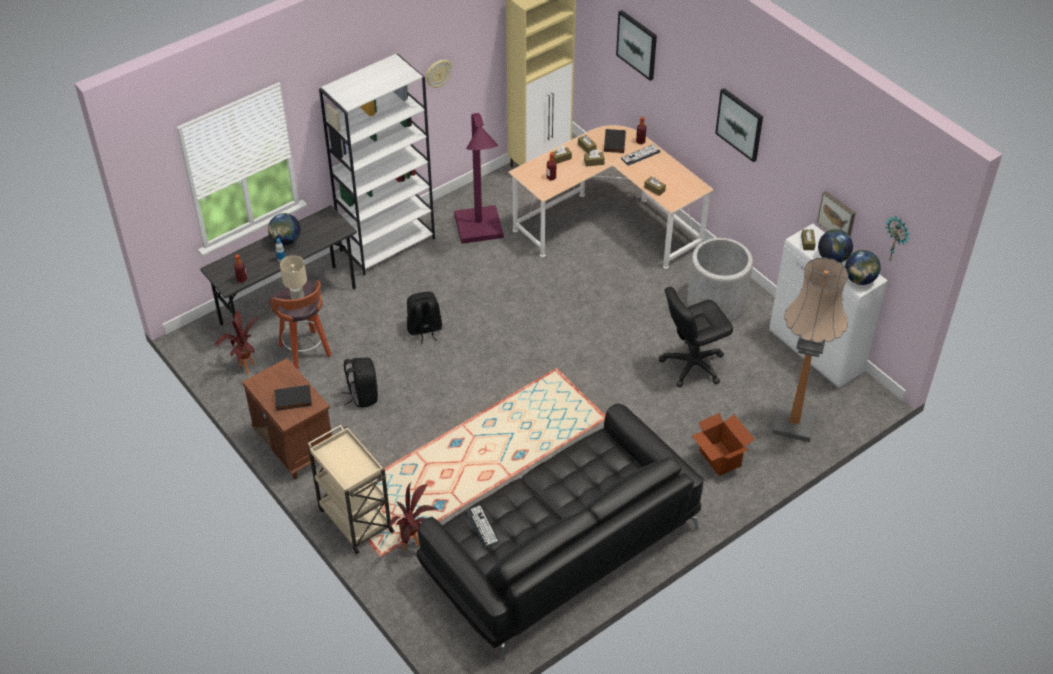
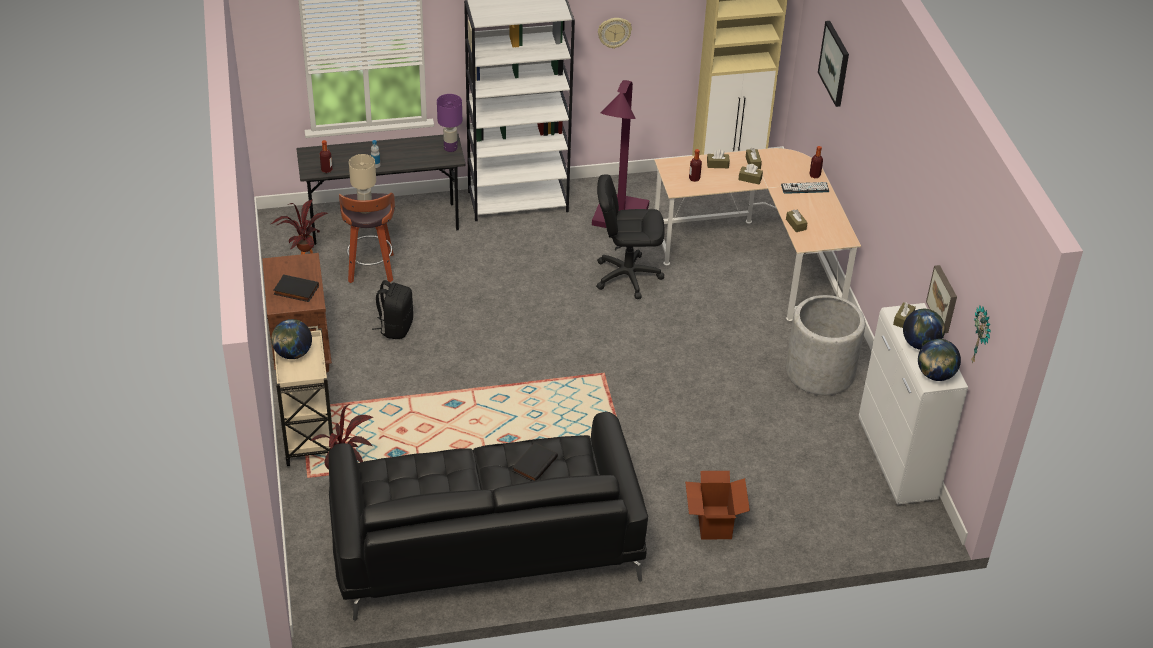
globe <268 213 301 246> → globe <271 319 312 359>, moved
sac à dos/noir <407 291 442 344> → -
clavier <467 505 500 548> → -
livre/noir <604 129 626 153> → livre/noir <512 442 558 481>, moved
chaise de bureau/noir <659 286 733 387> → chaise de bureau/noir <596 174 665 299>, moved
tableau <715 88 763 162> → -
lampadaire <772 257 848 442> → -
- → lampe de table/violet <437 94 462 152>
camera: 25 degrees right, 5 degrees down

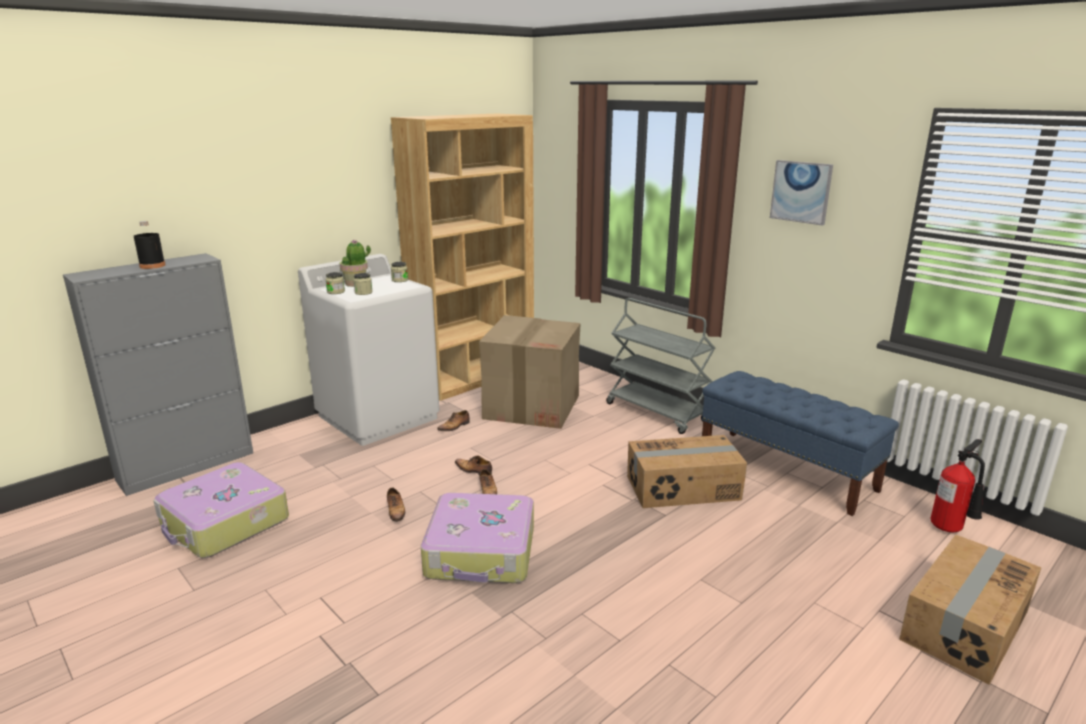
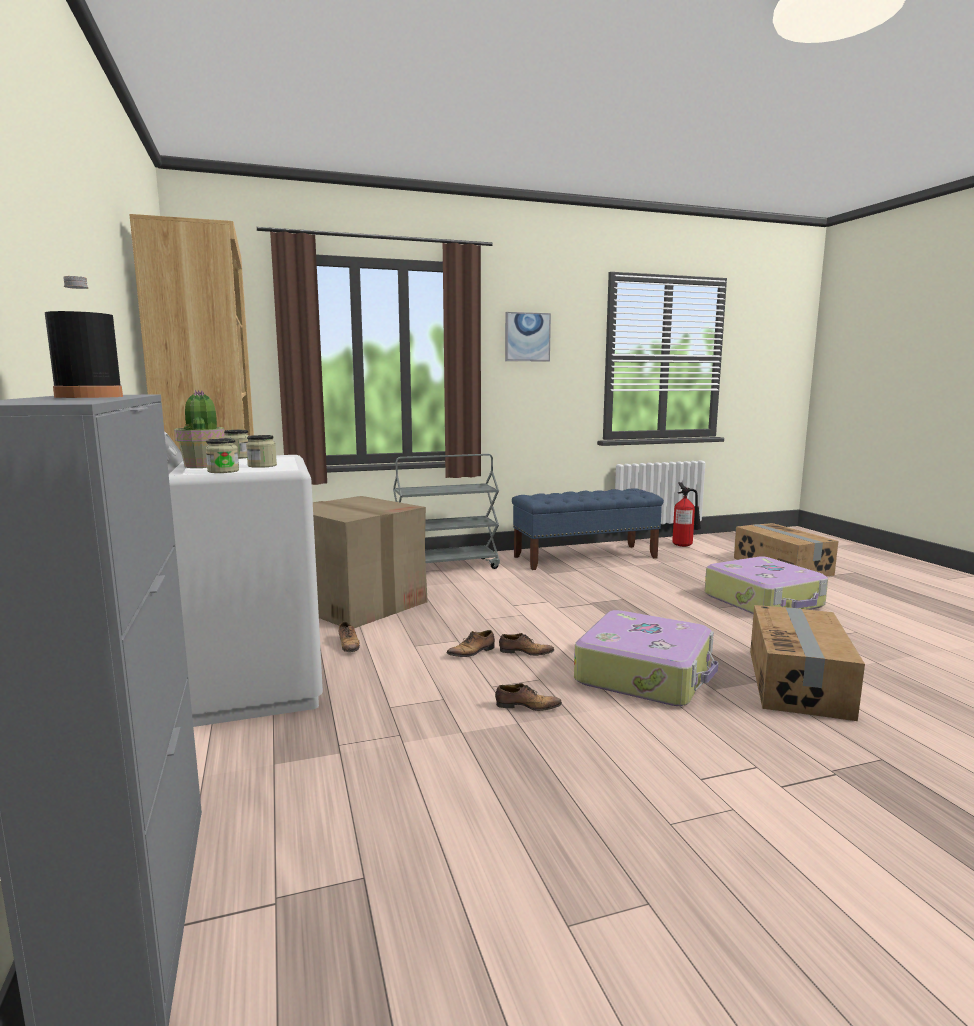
valise <153 462 289 558> → valise <705 556 828 614>, moved
carton <627 435 747 508> → carton <750 605 865 721>, moved
camera: 65 degrees left, 10 degrees down

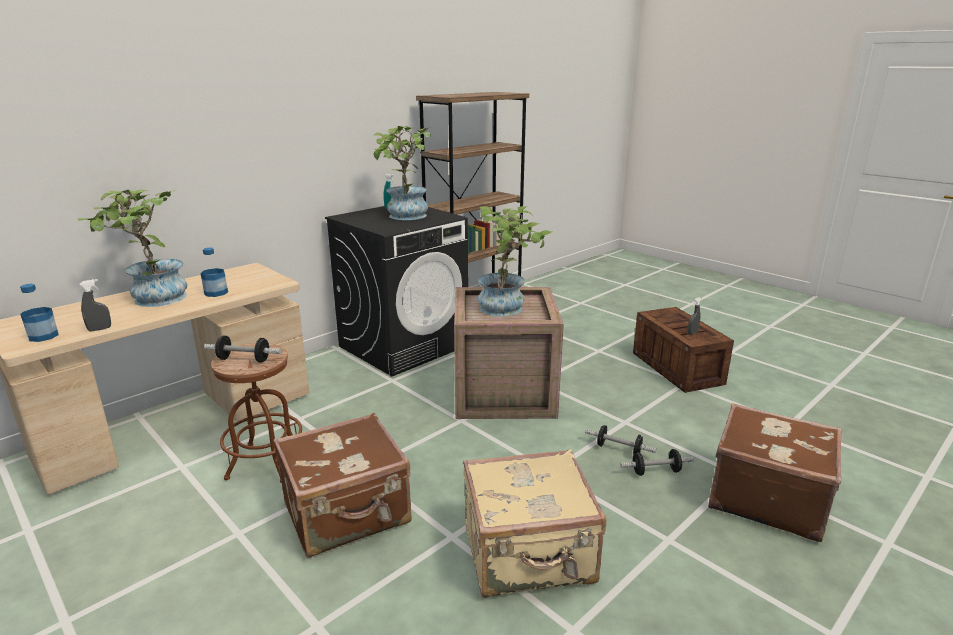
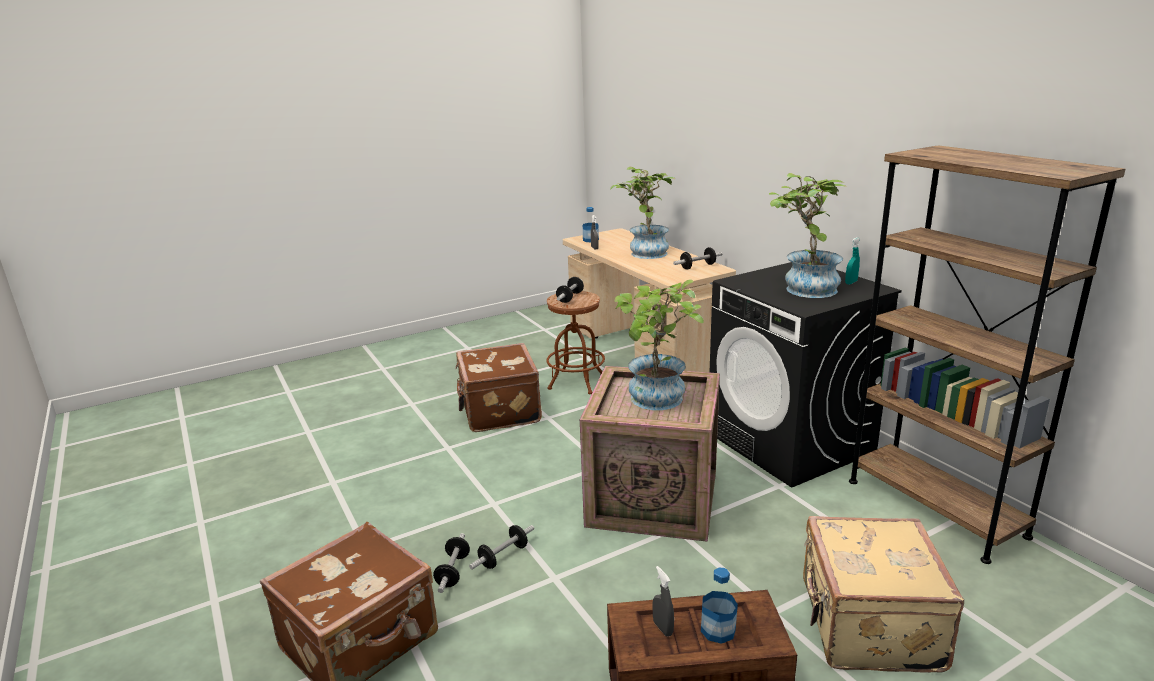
bouteille <200 247 228 297> → bouteille <701 568 738 644>, moved
valise/beige <463 449 606 598> → valise/beige <803 516 964 673>, moved
- → haltère <673 247 722 270>
camera: 105 degrees right, 0 degrees up

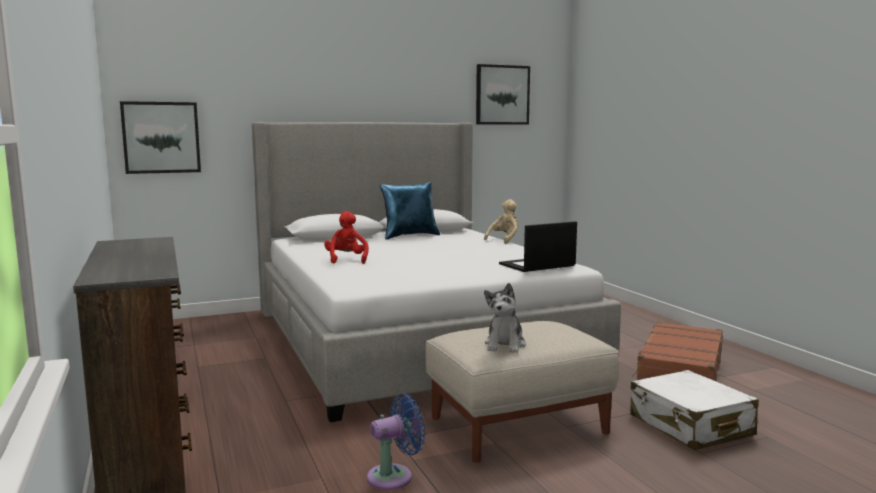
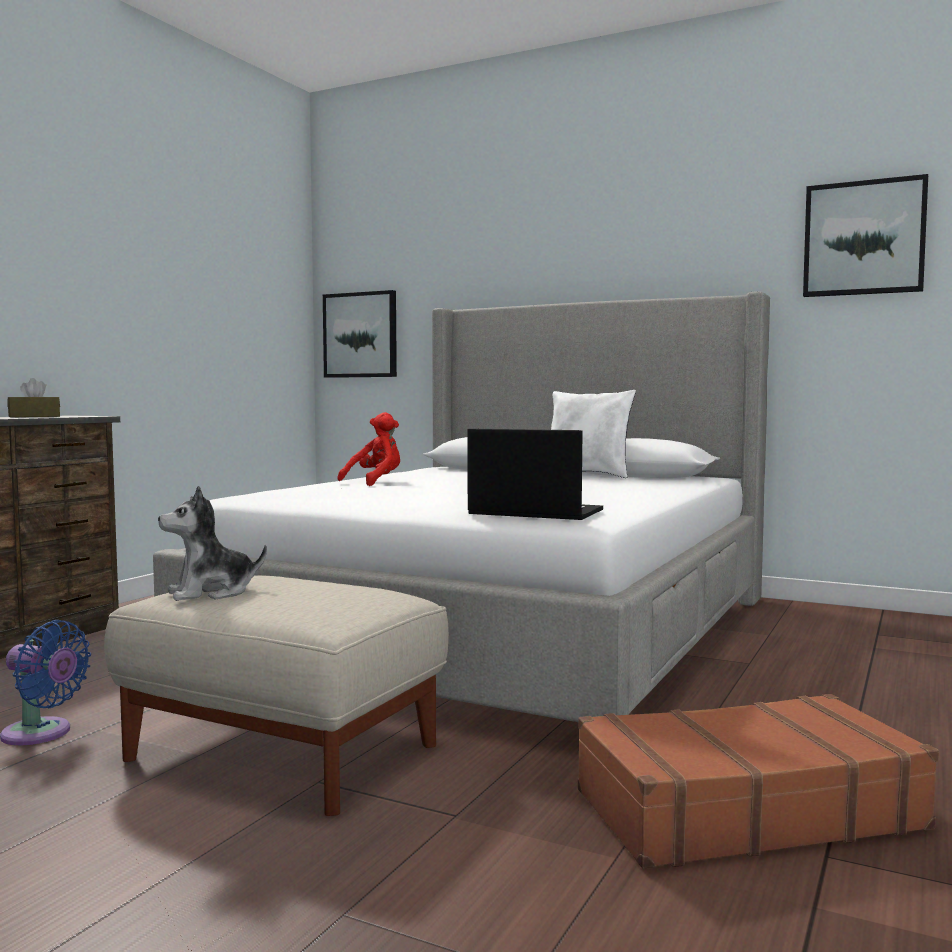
coussin/bleu <380 182 440 239> → coussin/blanc <551 390 636 478>
peluche/beige <484 199 518 244> → -
valise/blanc <630 370 759 450> → -
- → boîte à mouchoirs/marron <7 378 60 417>
camera: 50 degrees right, 5 degrees down

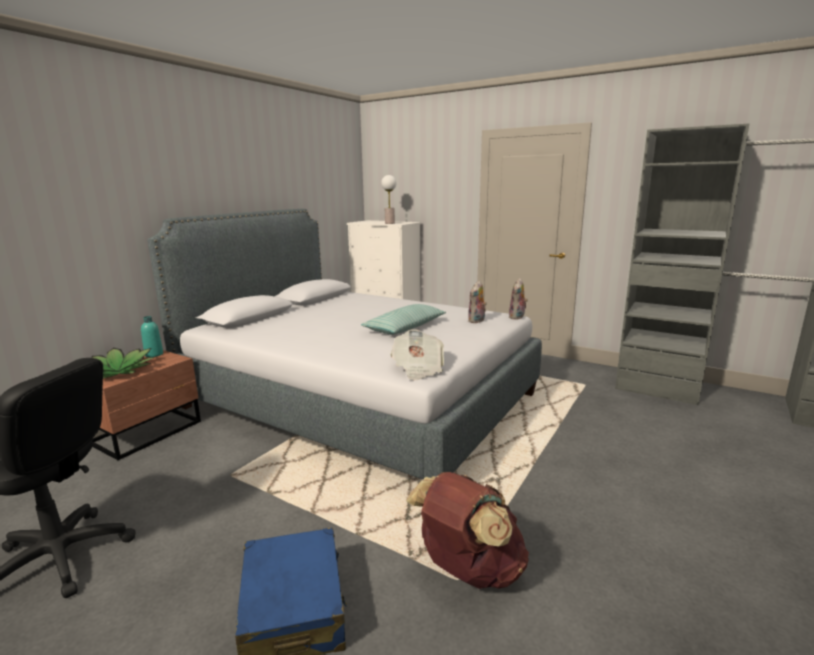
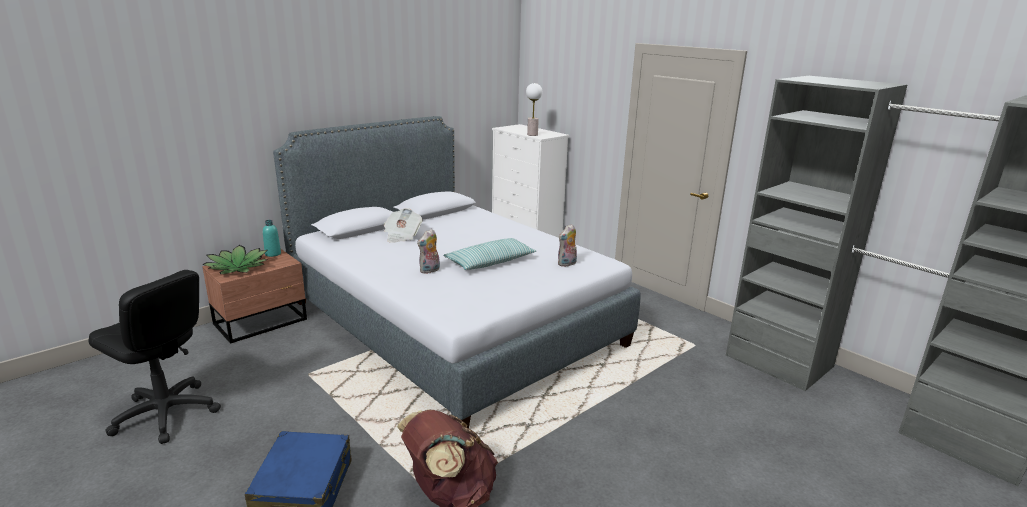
journal <390 329 444 380> → journal <384 208 423 243>, moved
peluche <509 278 528 320> → peluche <417 229 440 274>, moved
camera: 15 degrees right, 5 degrees up

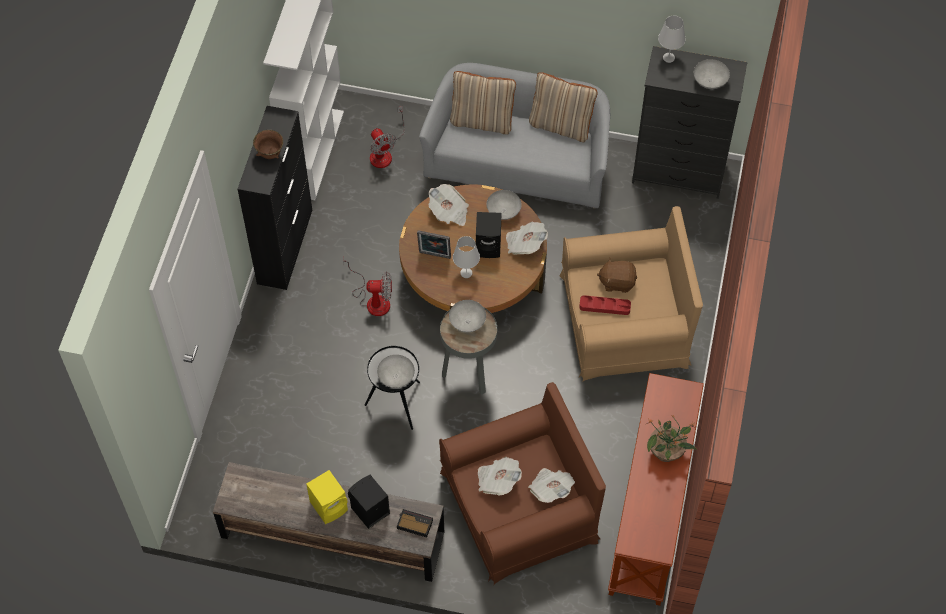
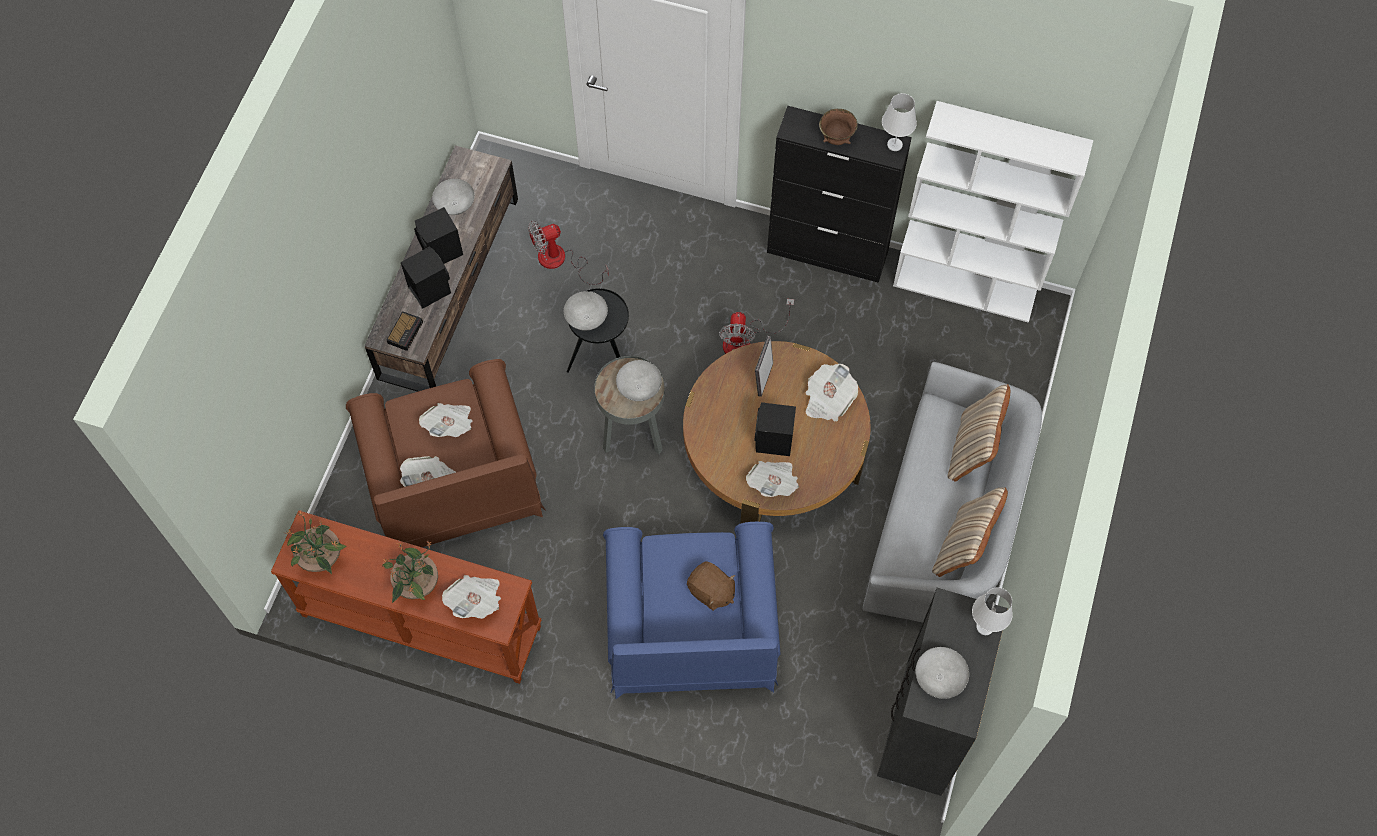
enceinte/jaune <306 470 348 524> → enceinte/noir <414 207 463 264>
ventilateur <370 106 404 168> → ventilateur <528 221 609 285>, moved
lampe de table/blanc <453 236 480 278> → lampe de table/blanc <882 93 917 151>, moved
bol/gris <486 190 522 220> → bol/gris <432 179 475 215>, moved
fauteuil/marron <559 206 703 381> → fauteuil/bleu <603 522 780 699>
plateau/rouge <579 295 631 315> → -
peluche/marron <597 257 637 293> → peluche/marron <687 562 735 611>, 120 degrees clockwise
- → plante en pot <286 511 346 574>
- → journal <442 575 501 619>
camera: 95 degrees right, 5 degrees up

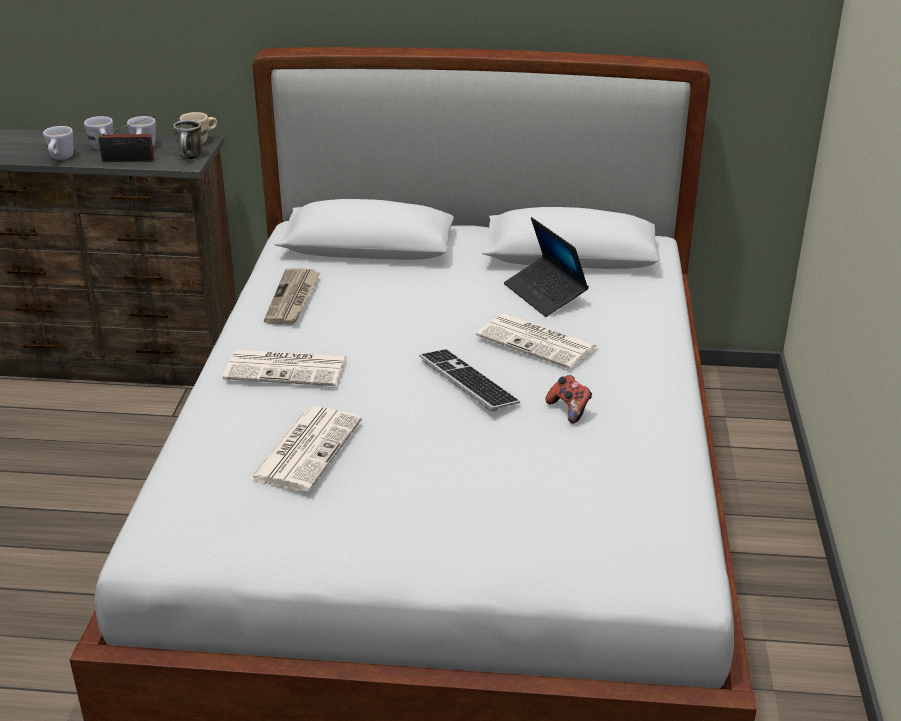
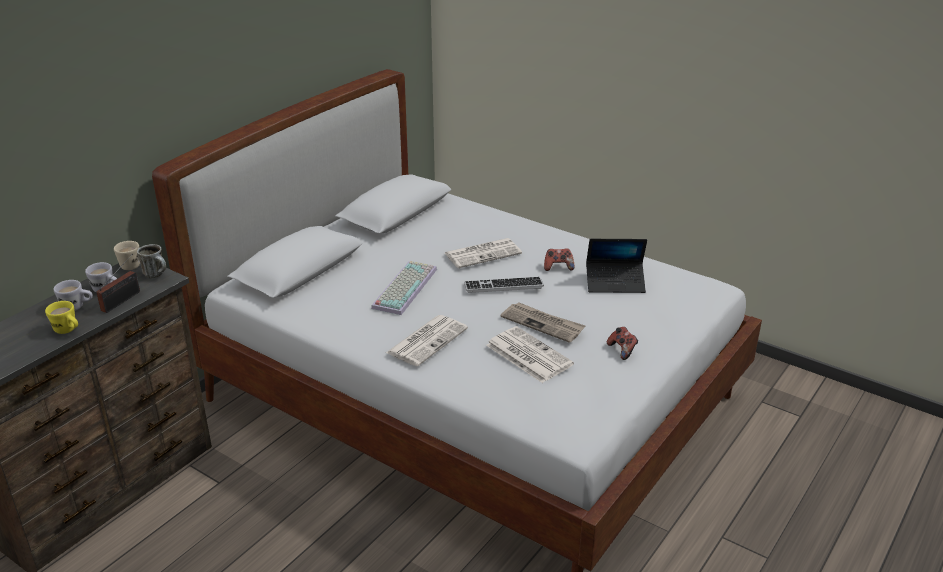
mug/blanc <43 126 73 160> → mug/jaune <45 301 78 334>
journal <264 268 320 325> → journal <500 303 586 343>, moved
ordinateur portable <504 217 589 317> → ordinateur portable <586 239 647 293>, moved
- → clavier <371 261 437 315>
- → manette <607 327 638 360>
camera: 60 degrees left, 0 degrees up

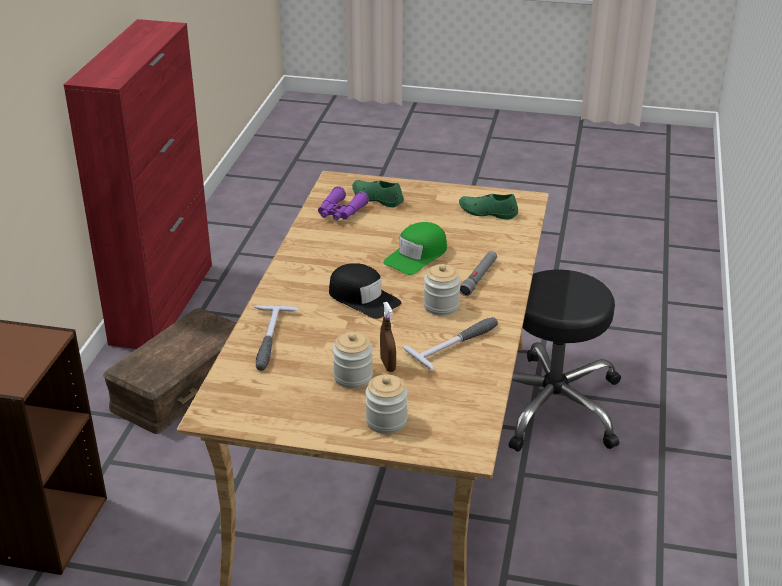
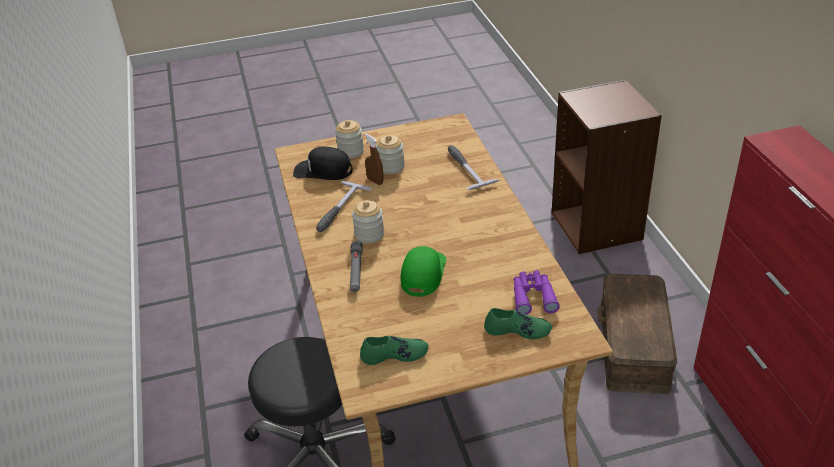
casquette/noir <329 263 401 319> → casquette/noir <293 147 353 180>, moved
camera: 155 degrees right, 5 degrees up

